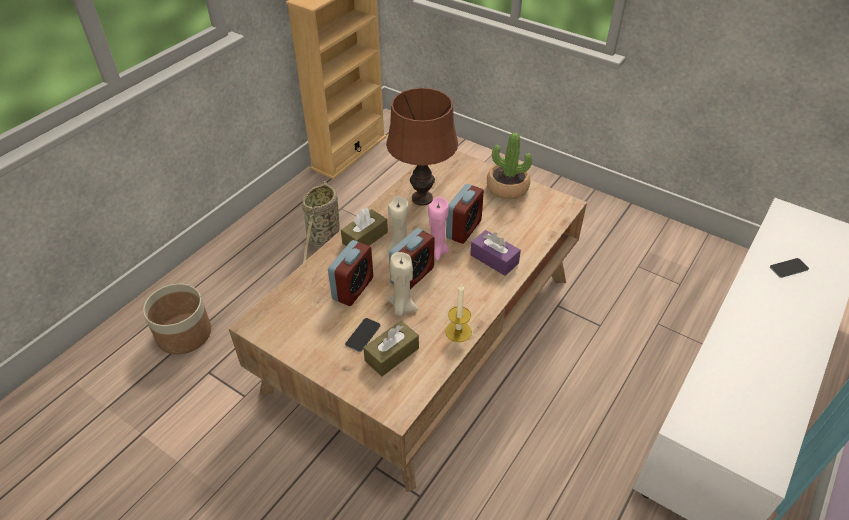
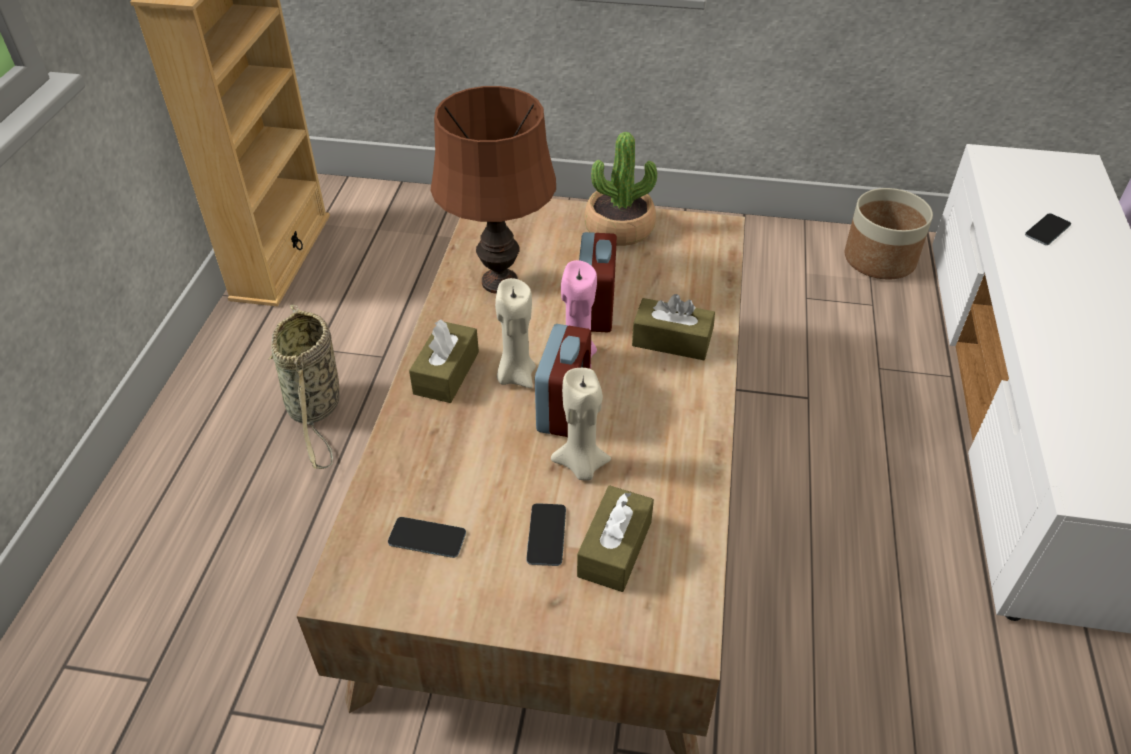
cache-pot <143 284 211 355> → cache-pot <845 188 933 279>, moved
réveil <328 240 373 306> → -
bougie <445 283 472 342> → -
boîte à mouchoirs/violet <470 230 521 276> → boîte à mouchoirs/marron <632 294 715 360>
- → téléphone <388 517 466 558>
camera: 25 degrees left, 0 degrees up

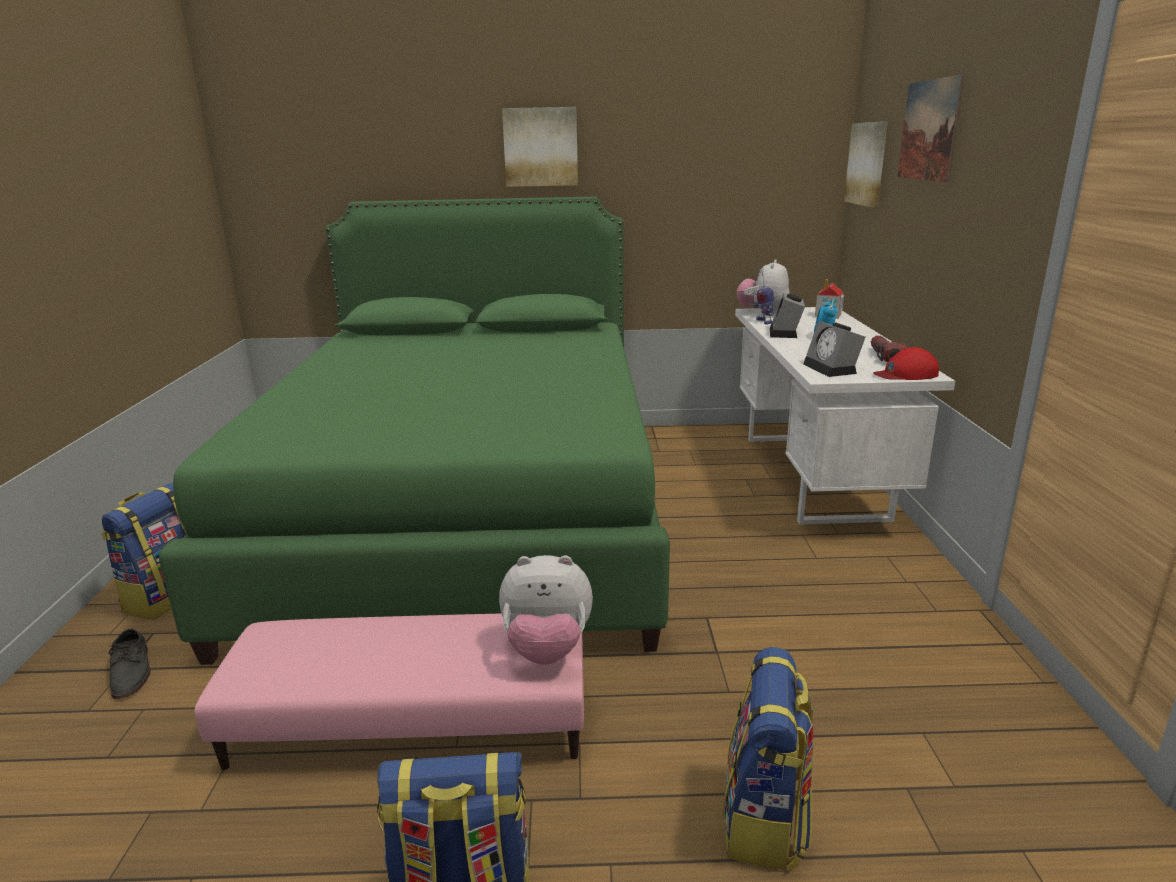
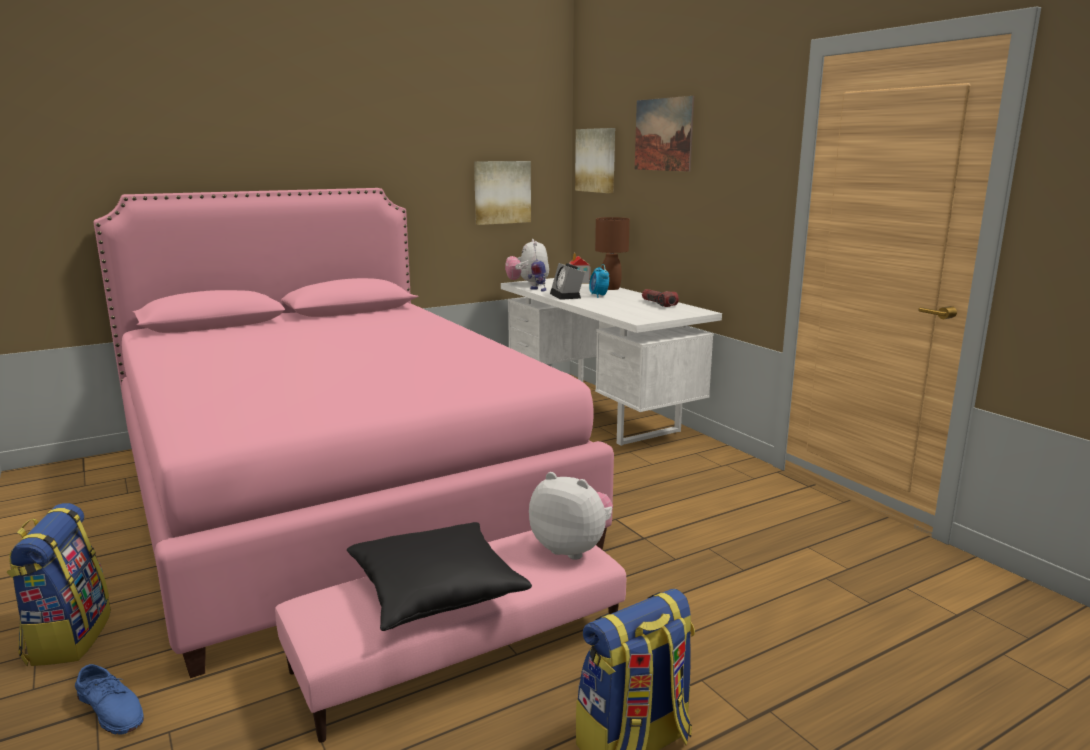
chaussure/gris <109 629 151 699> → chaussure/bleu <75 664 144 735>
lit/vert <159 196 670 665> → lit/rose <94 188 614 678>
peluche <499 555 593 665> → peluche <529 472 613 560>, 120 degrees counterclockwise
tableau <502 107 578 187> → tableau <474 161 531 225>, moved
sac à dos <722 647 814 871> → -
réveil <803 321 865 377> → -
casquette/rouge <873 347 939 380> → -
- → coussin/noir <347 522 532 631>
- → lampe de table/marron <595 217 630 290>
camera: 30 degrees left, 5 degrees down

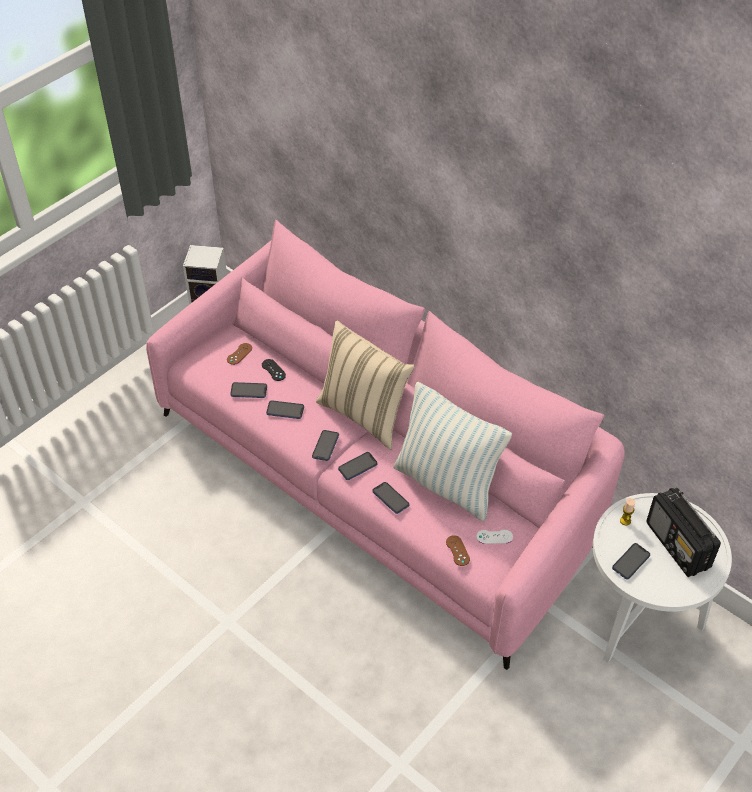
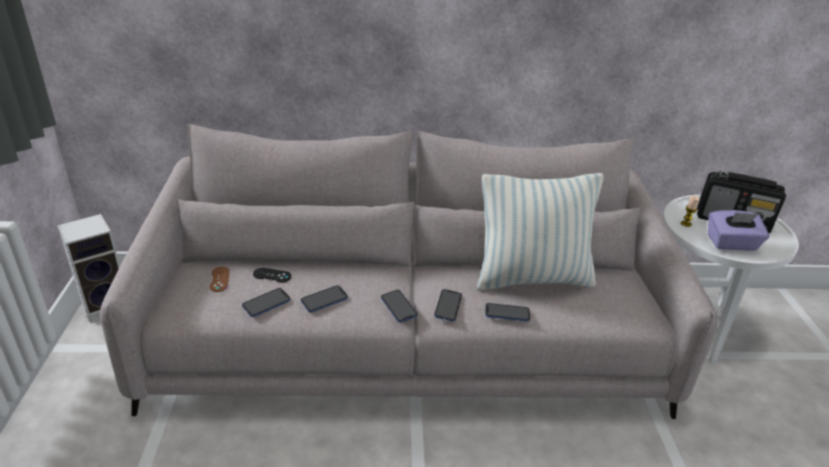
canapé/rose <146 219 625 670> → canapé/gris <100 124 718 419>
coussin/beige <316 321 415 450> → -
manette/marron <446 535 470 566> → -
manette/blanc <476 530 513 544> → -
téléphone <612 543 650 580> → boîte à mouchoirs/violet <708 210 770 251>
camera: 45 degrees left, 15 degrees down

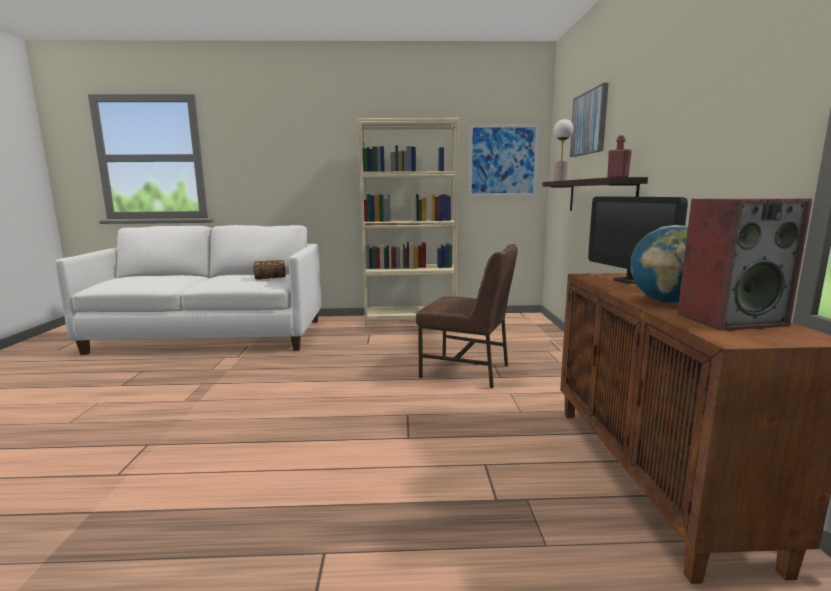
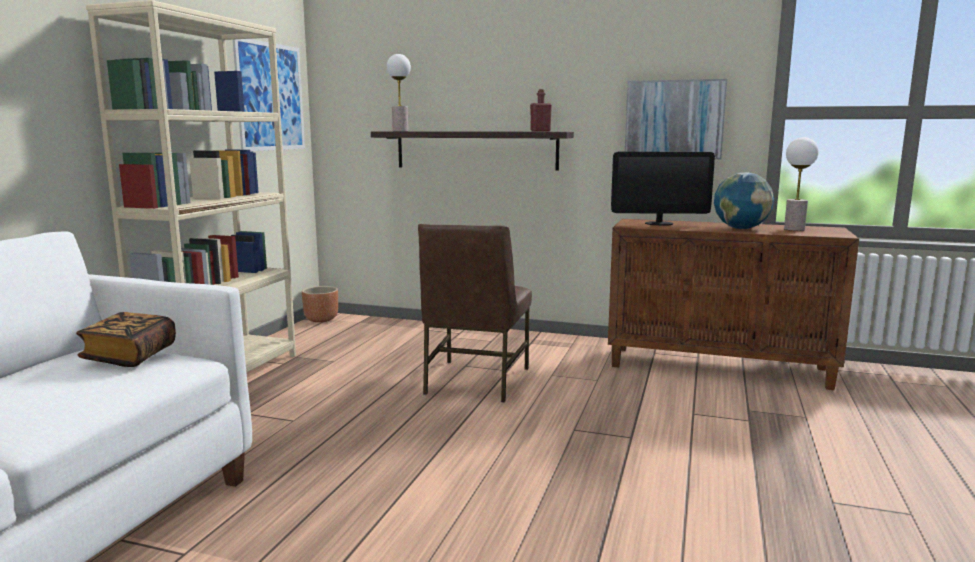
chaise/marron <416 244 518 388> → chaise/marron <418 224 532 402>, 150 degrees clockwise
tableau <570 83 609 157> → tableau <625 79 727 159>, moved
enceinte <677 198 813 331> → lampe de table <784 137 818 231>
- → cache-pot/marron <302 286 338 322>
camera: 70 degrees left, 0 degrees up

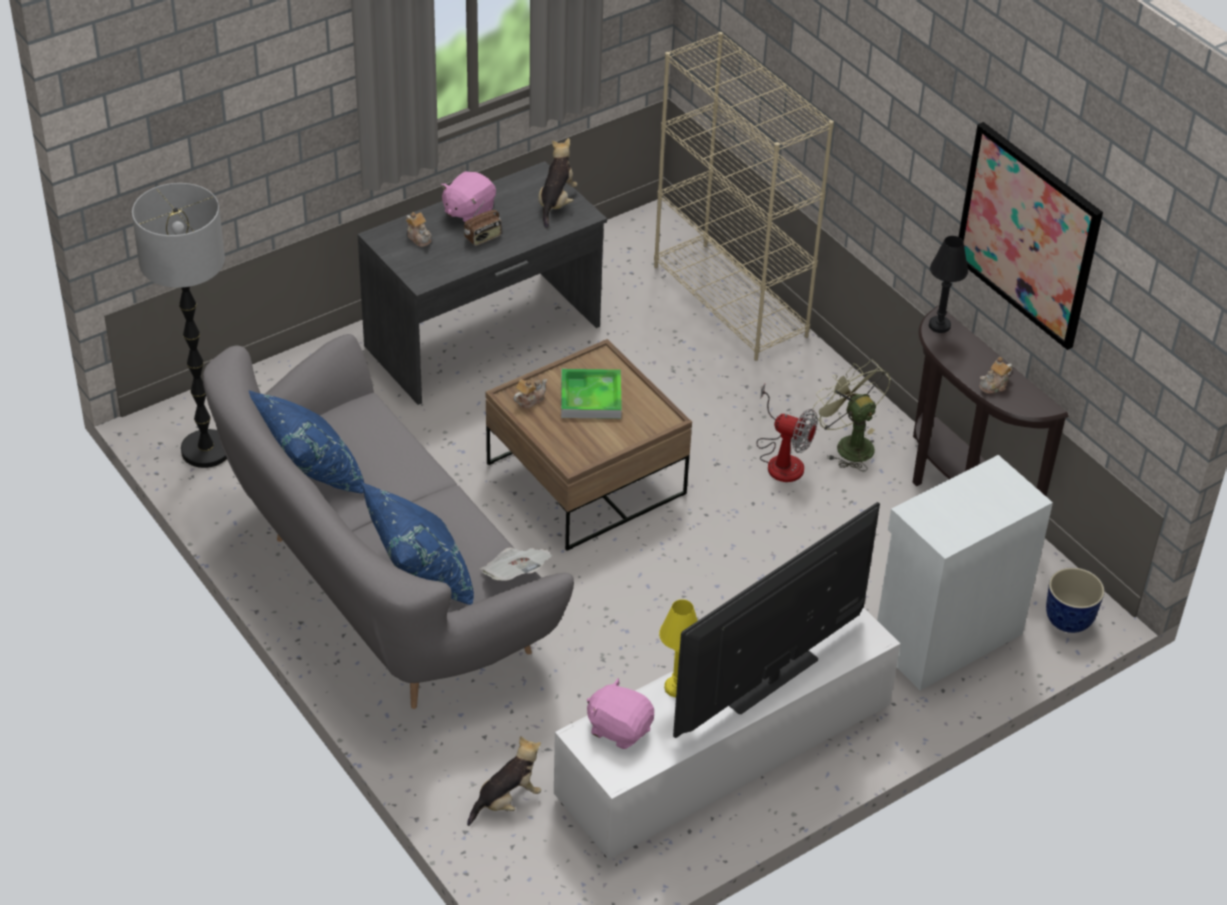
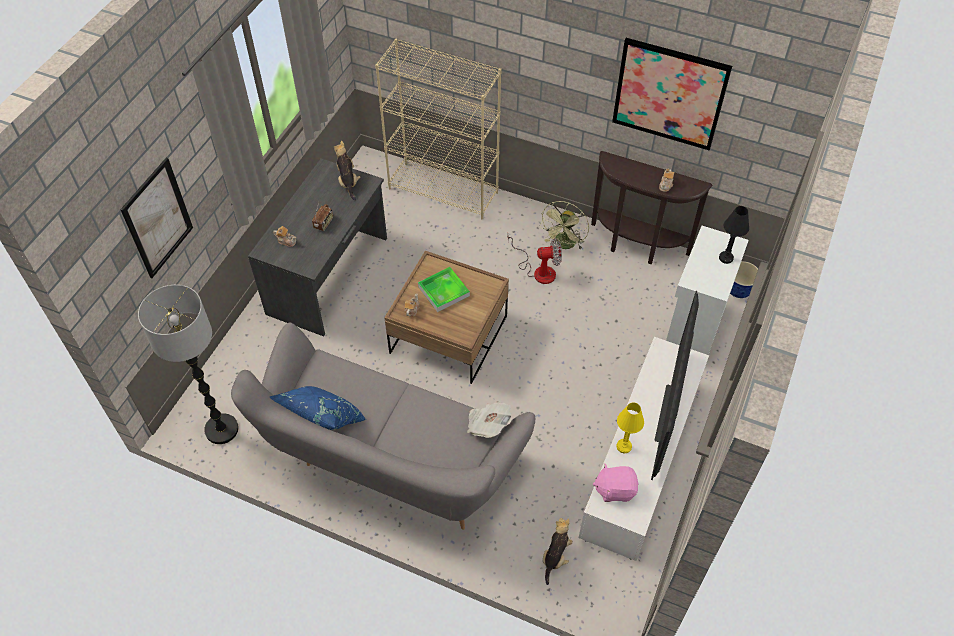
coussin/bleu <361 482 474 605> → -
peluche/rose <441 171 496 222> → -
ventilateur/vert <812 360 891 471> → ventilateur/vert <539 201 589 249>, 90 degrees counterclockwise
lampe de table/noir <929 236 968 333> → lampe de table/noir <719 206 749 264>, moved
- → tableau <120 158 193 278>
camera: 30 degrees left, 10 degrees up

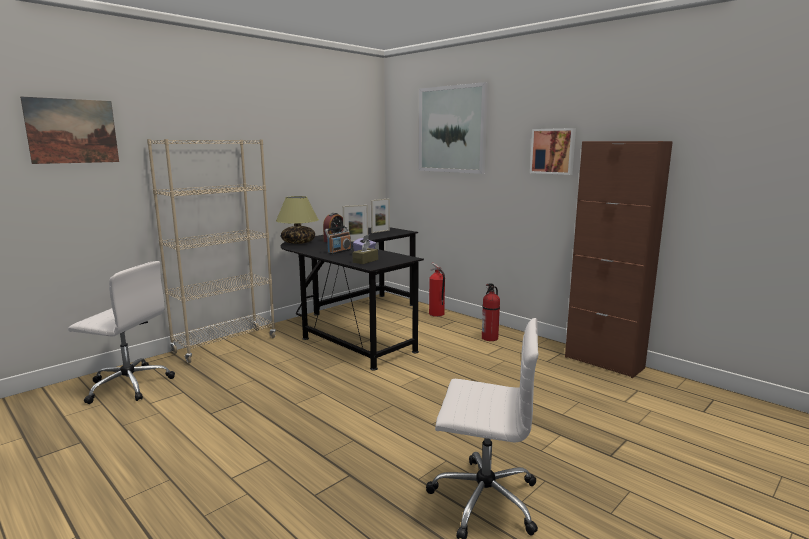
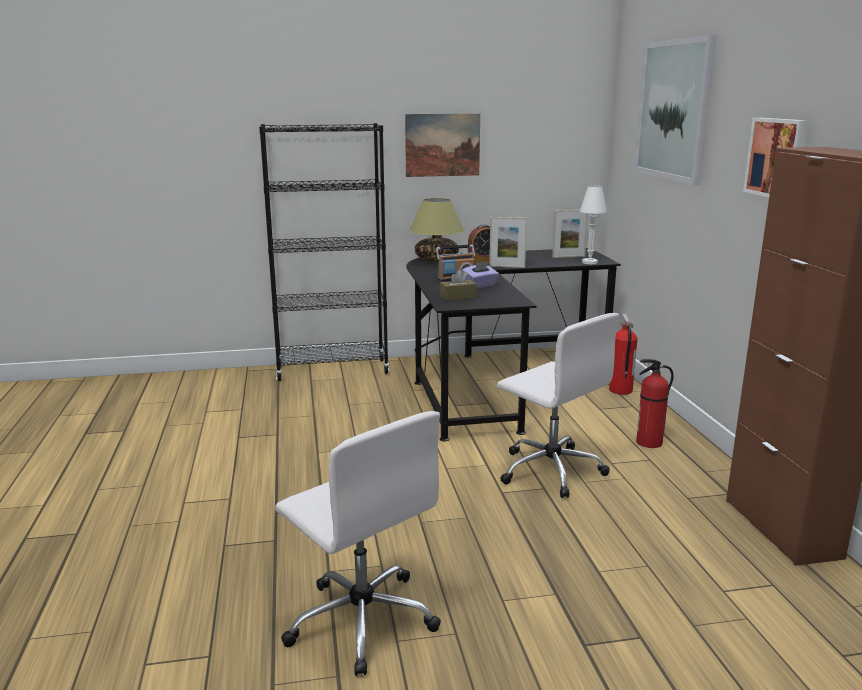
tableau <20 96 119 164> → tableau <405 114 480 177>, moved
chaise de bureau/blanc <68 261 175 404> → chaise de bureau/blanc <497 313 619 498>, moved
bibliothèque/beige <147 139 276 363> → bibliothèque/noir <259 123 389 381>
- → lampe de table/blanc <580 185 607 264>
camera: 35 degrees right, 5 degrees up

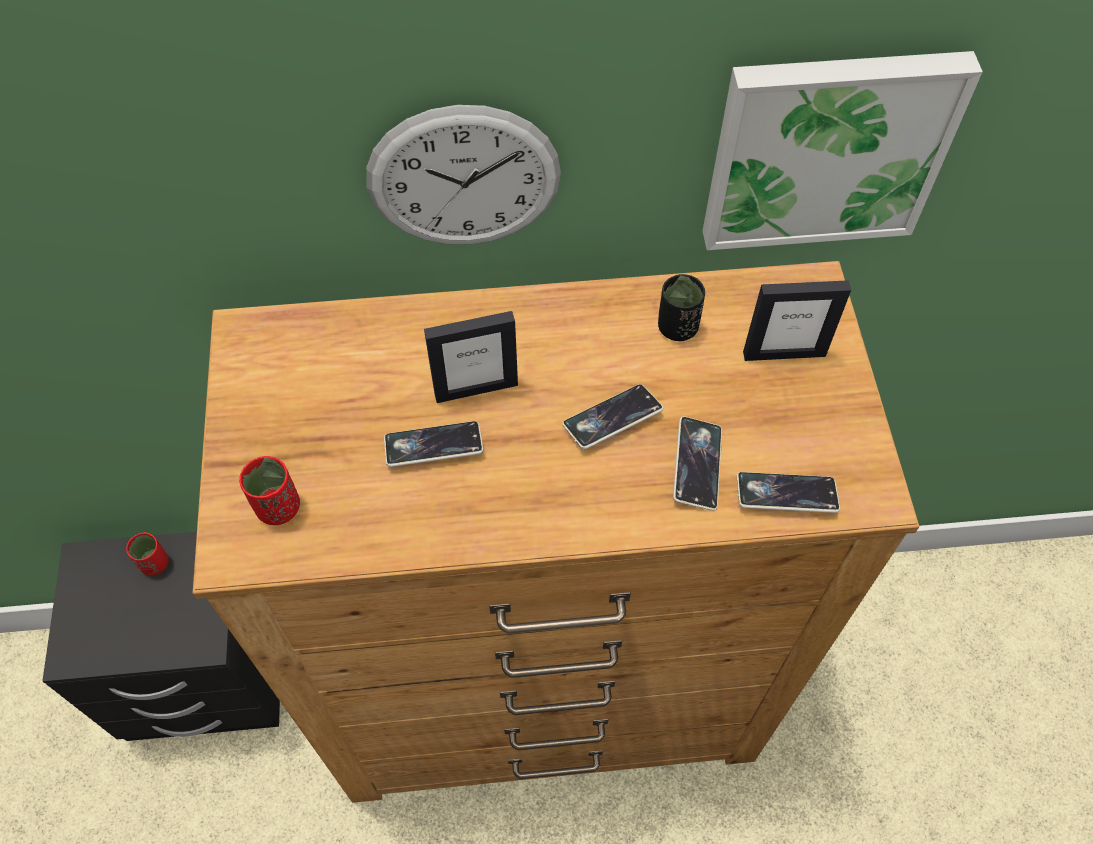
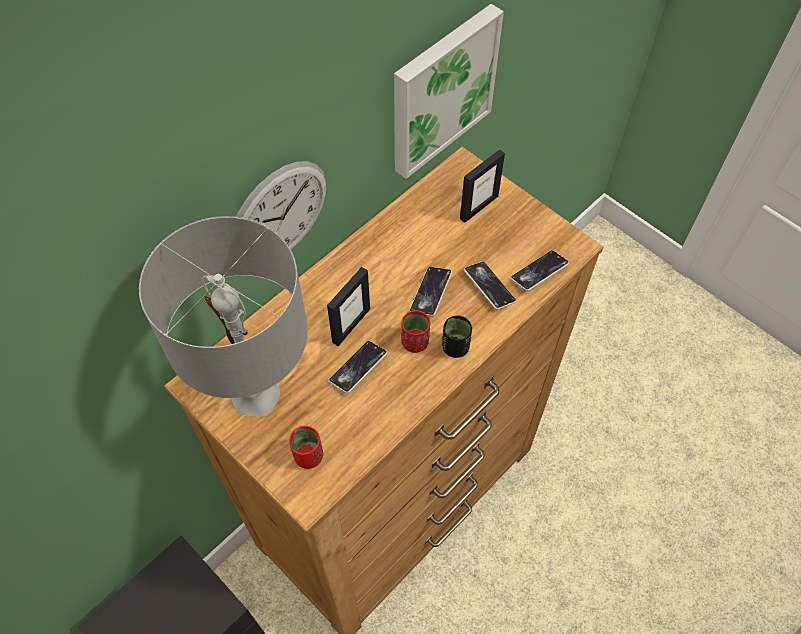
tasse/rouge <126 532 169 576> → tasse/rouge <401 310 430 353>, moved
tasse/noir <658 274 705 341> → tasse/noir <442 315 472 358>, moved
- → lampe de table/gris <139 216 308 417>
camera: 40 degrees left, 0 degrees up

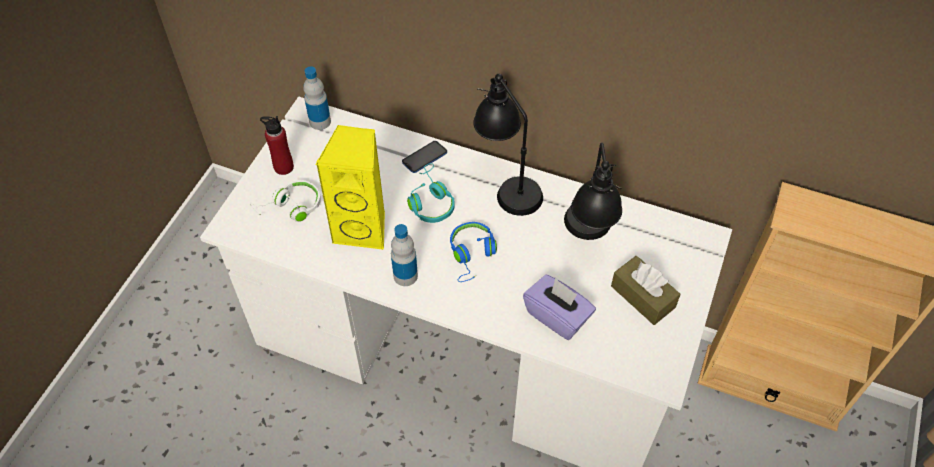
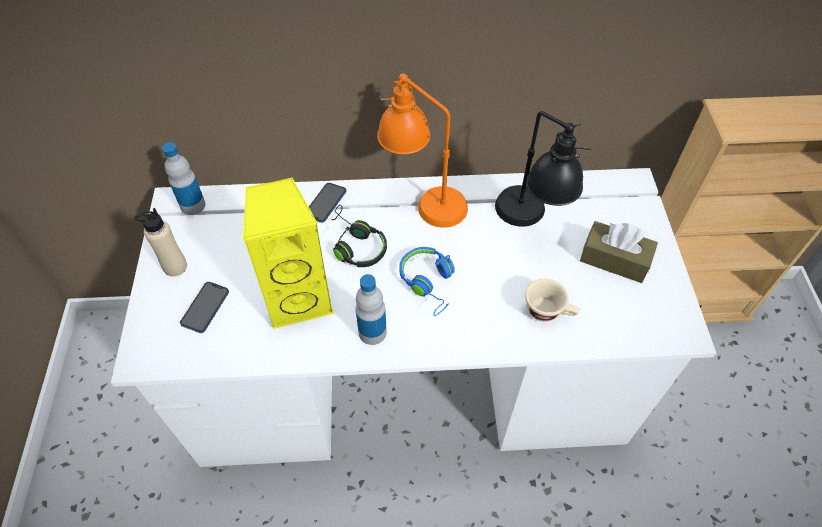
casque audio/blanc <250 180 321 222> → téléphone <180 282 229 333>
bouteille/rouge <260 116 294 175> → bouteille/beige <134 208 187 277>
casque audio/turquoise <407 163 455 223> → casque audio/noir <331 205 387 267>
lampe de table/noir <473 74 543 216> → lampe de table/orange <377 73 468 228>
boîte à mouchoirs/violet <523 275 596 340> → tasse/beige <525 279 580 322>
camera: 25 degrees left, 0 degrees up

